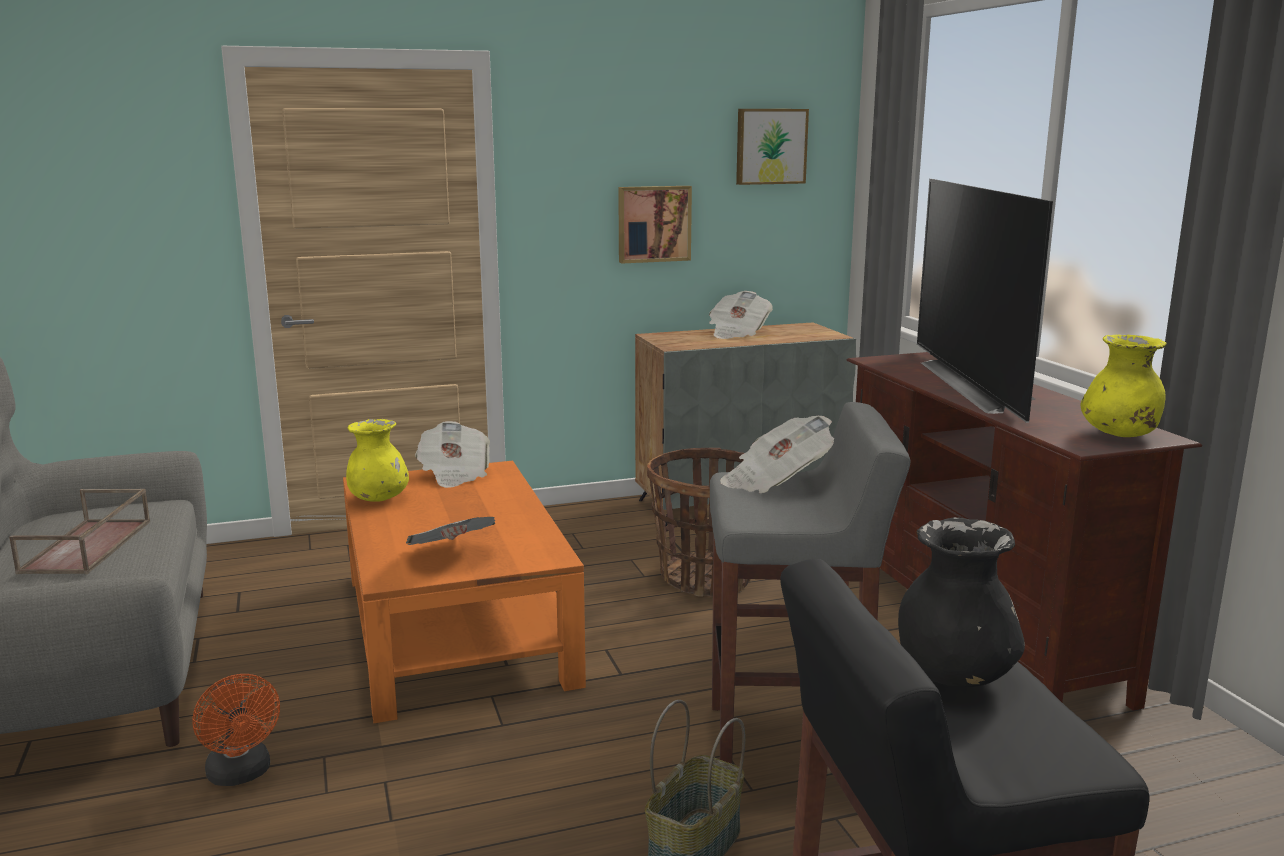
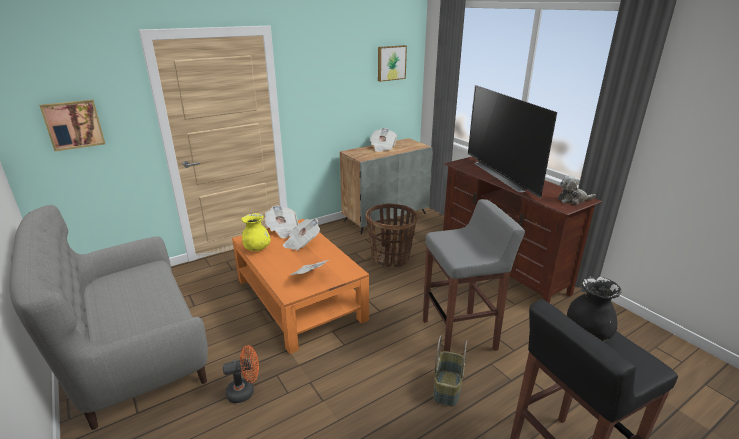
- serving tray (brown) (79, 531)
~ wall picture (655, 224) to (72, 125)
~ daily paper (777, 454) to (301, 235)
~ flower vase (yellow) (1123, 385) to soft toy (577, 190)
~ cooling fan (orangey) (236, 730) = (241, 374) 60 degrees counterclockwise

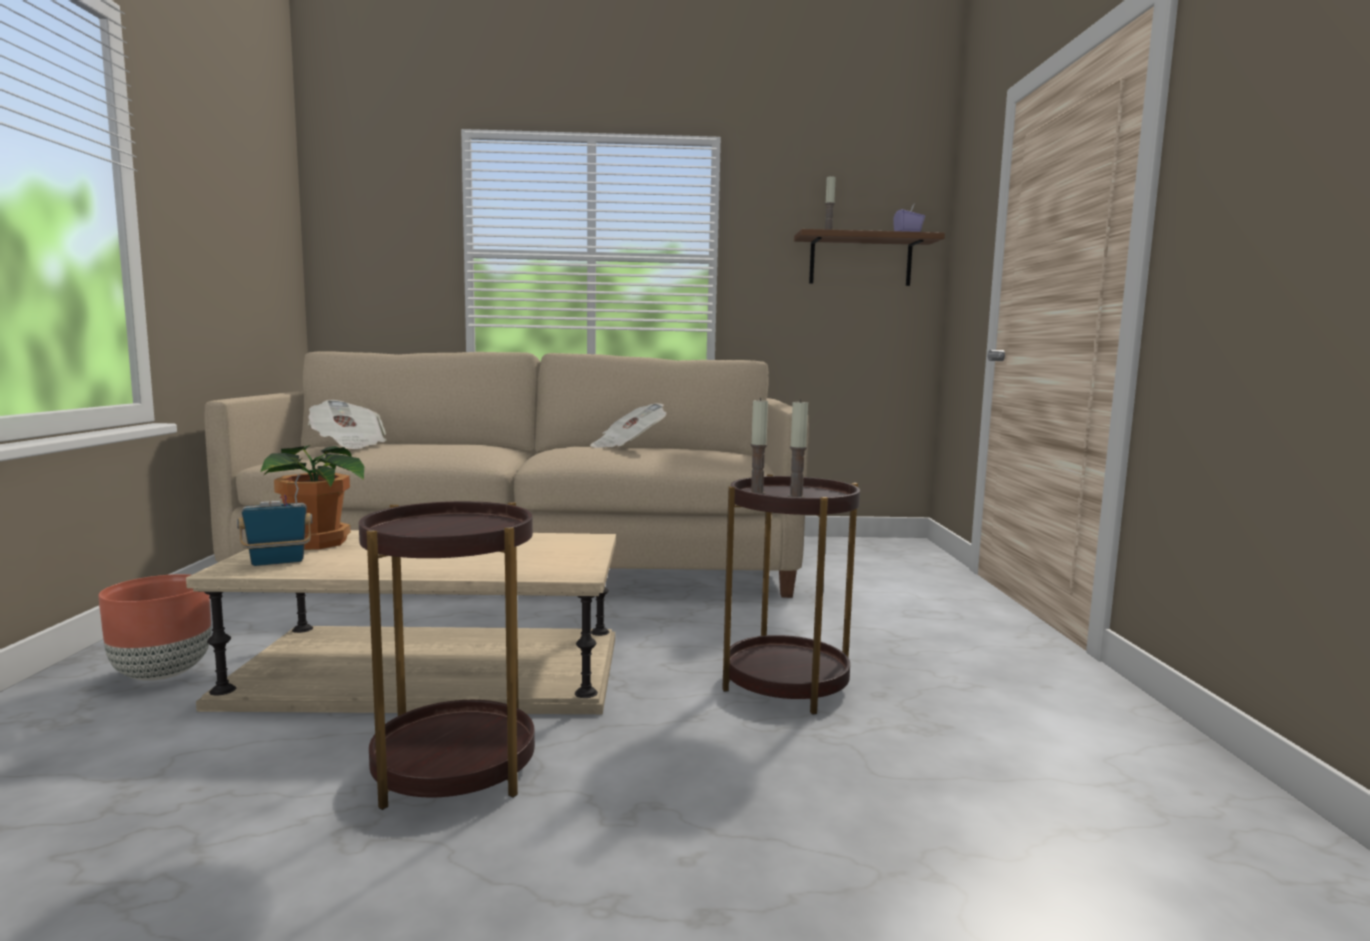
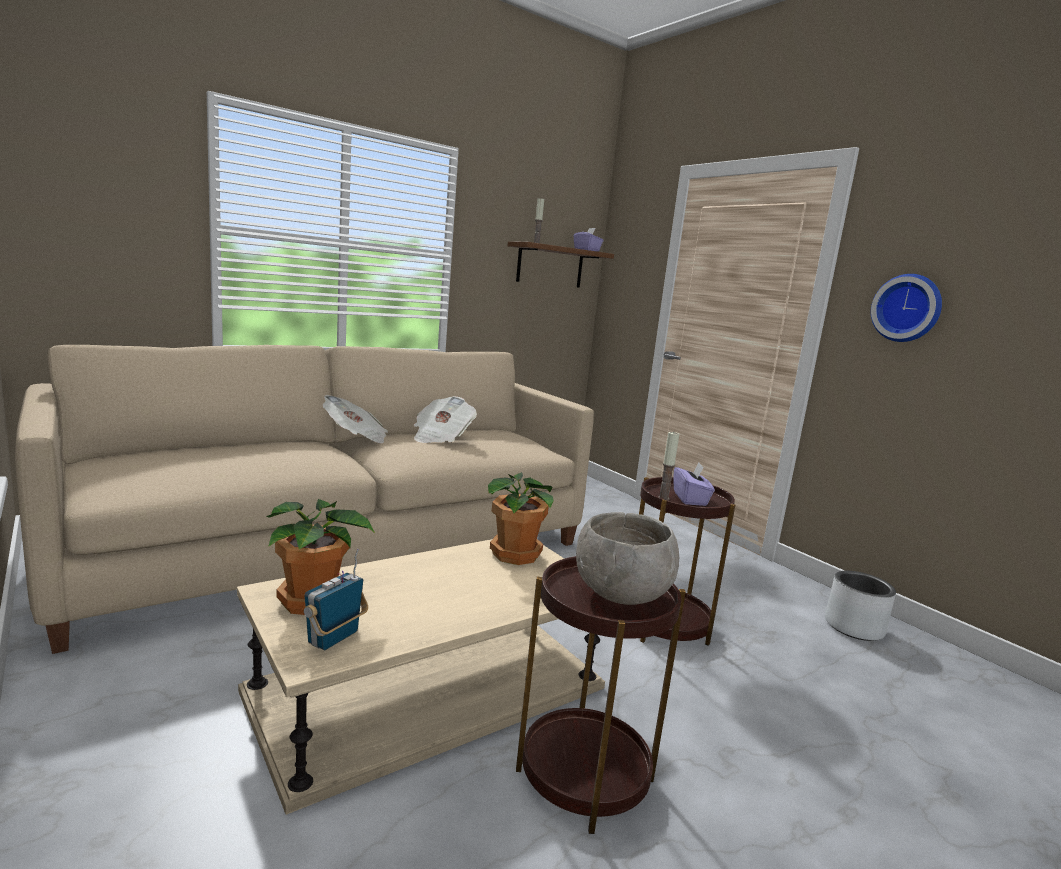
- flower pot (brown) (154, 627)
+ houseplant (521, 518)
+ bowl (greyish) (627, 558)
+ flower pot (greyish) (860, 606)
+ clock on the wall (906, 308)
~ daily paper (347, 424) to (355, 419)
~ candle (798, 448) to box of tissues (purple) (694, 484)

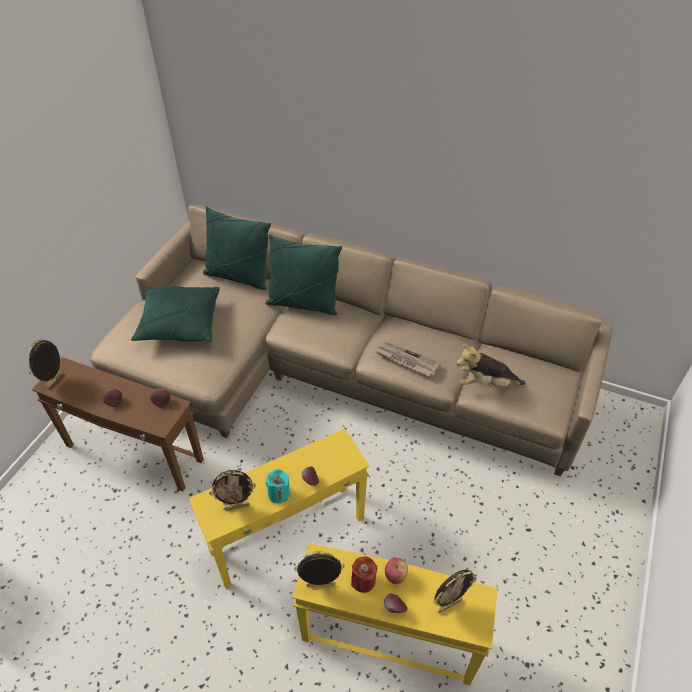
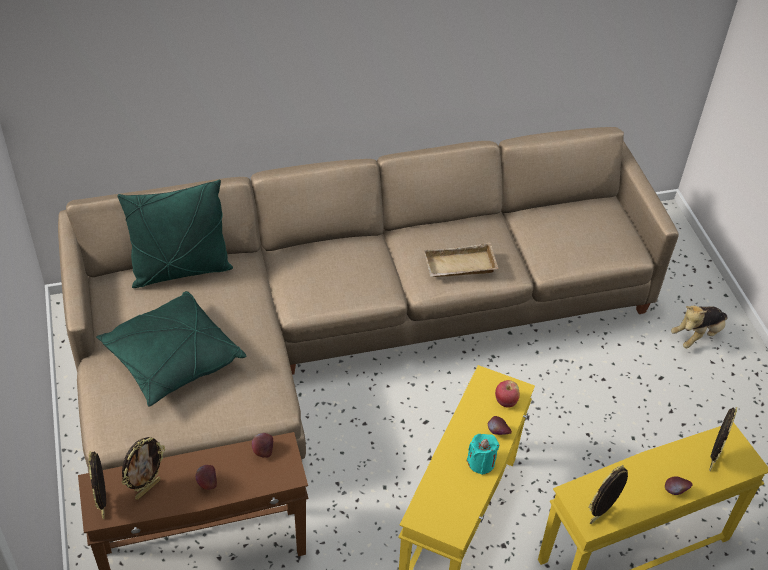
- throw pillow (green) (303, 274)
- candle (red) (364, 574)
~ photo frame (232, 490) to (143, 468)
~ whole apple (396, 571) to (507, 394)
~ soft toy (490, 366) to (699, 327)
~ daily paper (407, 358) to serving tray (beige-coloured) (461, 259)

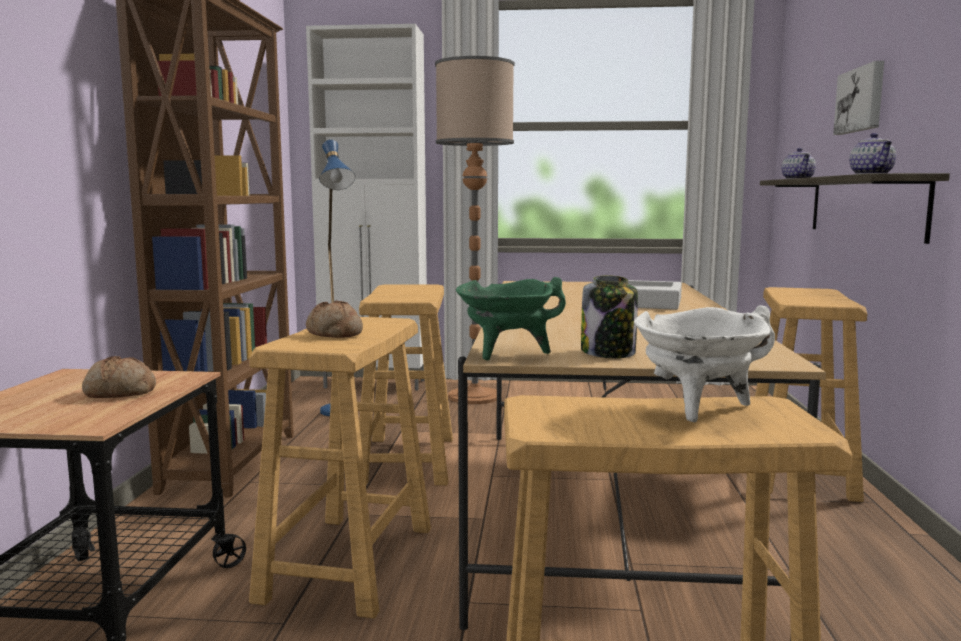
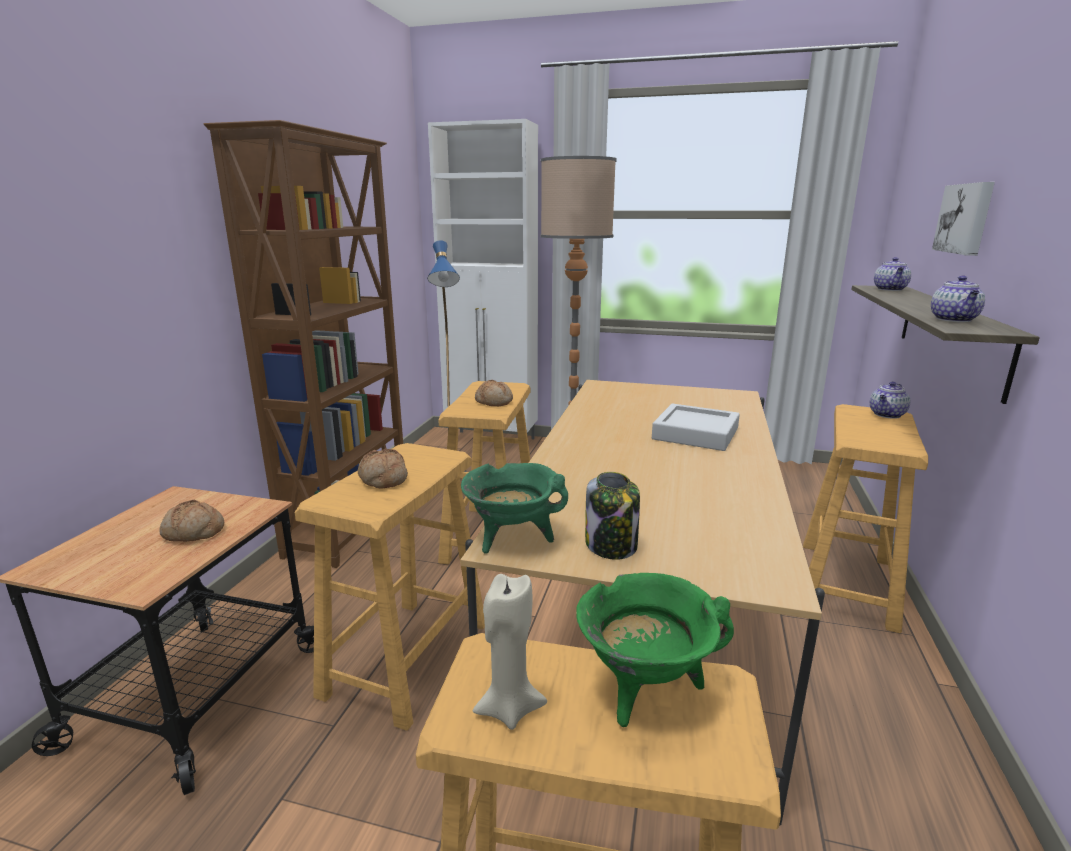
+ candle (beige-coloured) (510, 652)
+ bread (494, 393)
+ teapot (890, 400)
~ cooking pot (white) (704, 363) to cooking pot (green) (655, 650)

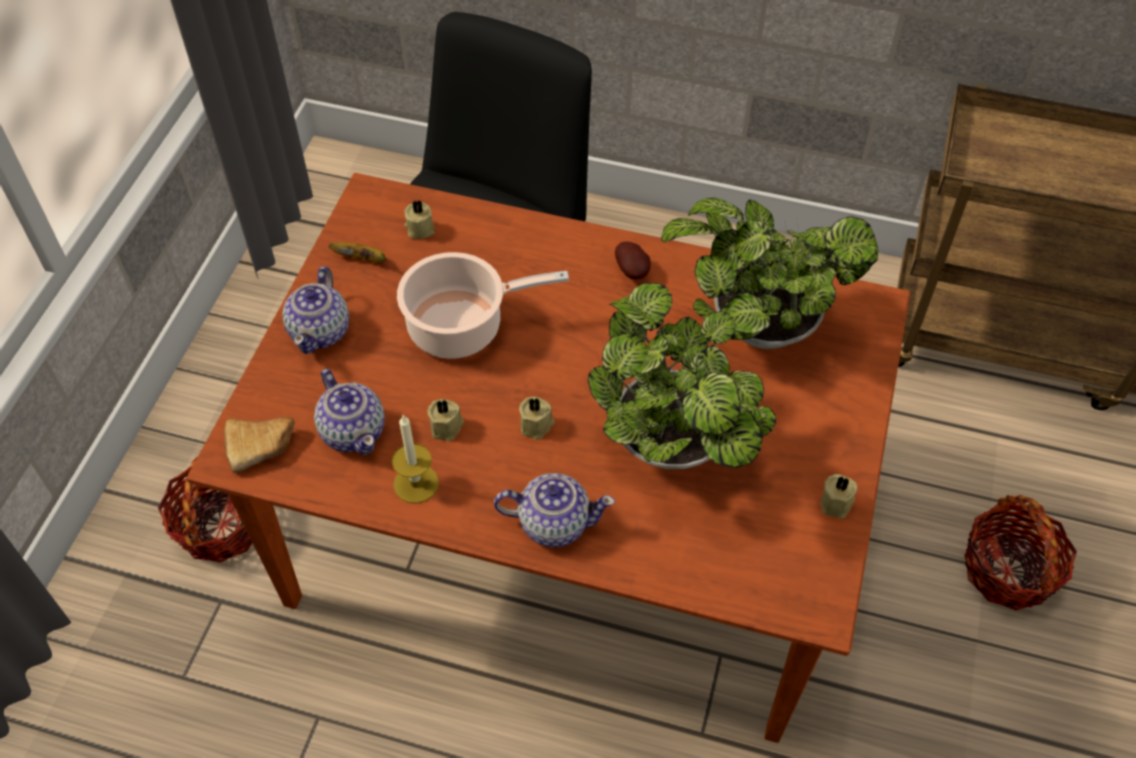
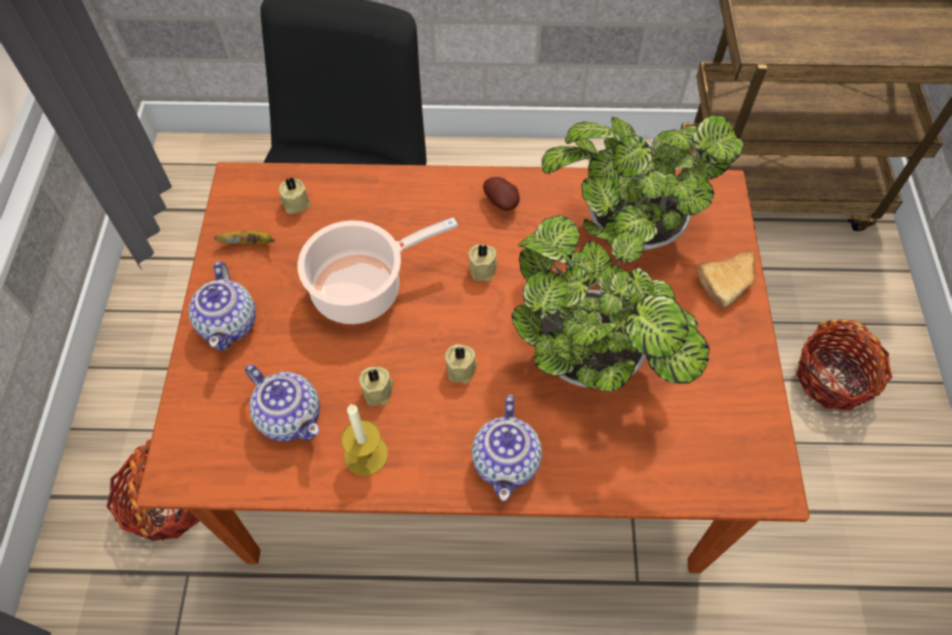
~ bread (259, 445) to (726, 279)
~ candle (beige-coloured) (839, 496) to (483, 262)
~ teapot (554, 510) = (507, 448) 105 degrees clockwise

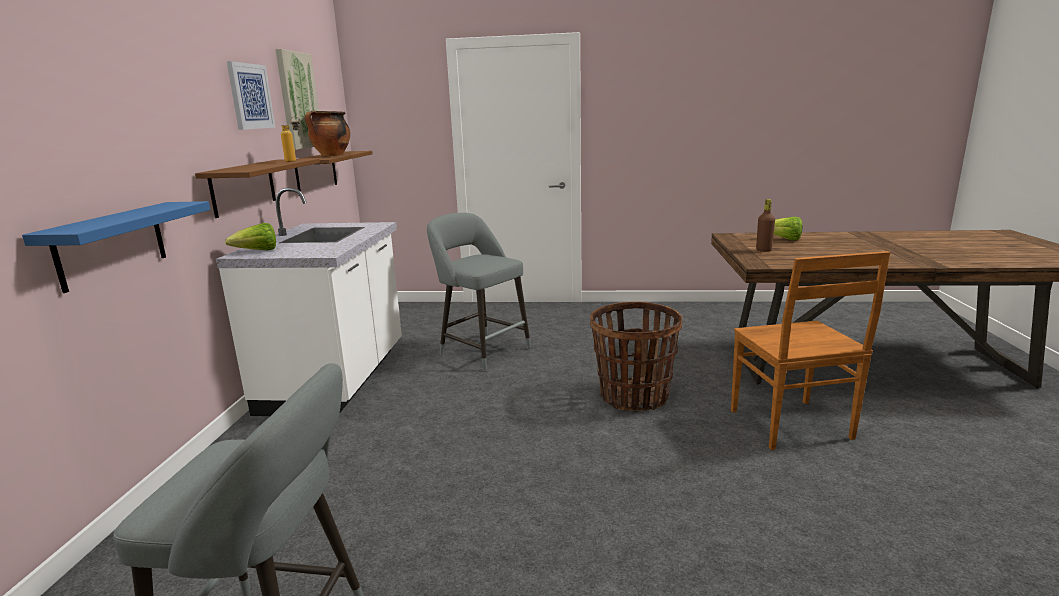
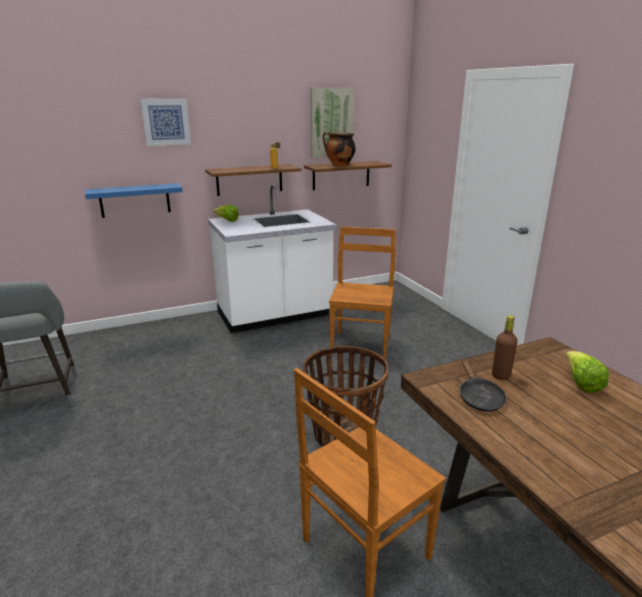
+ pan (black) (483, 385)
~ wall picture (251, 95) to (165, 122)
~ stool seat (greyish) (479, 292) to plain chair (brown) (362, 293)

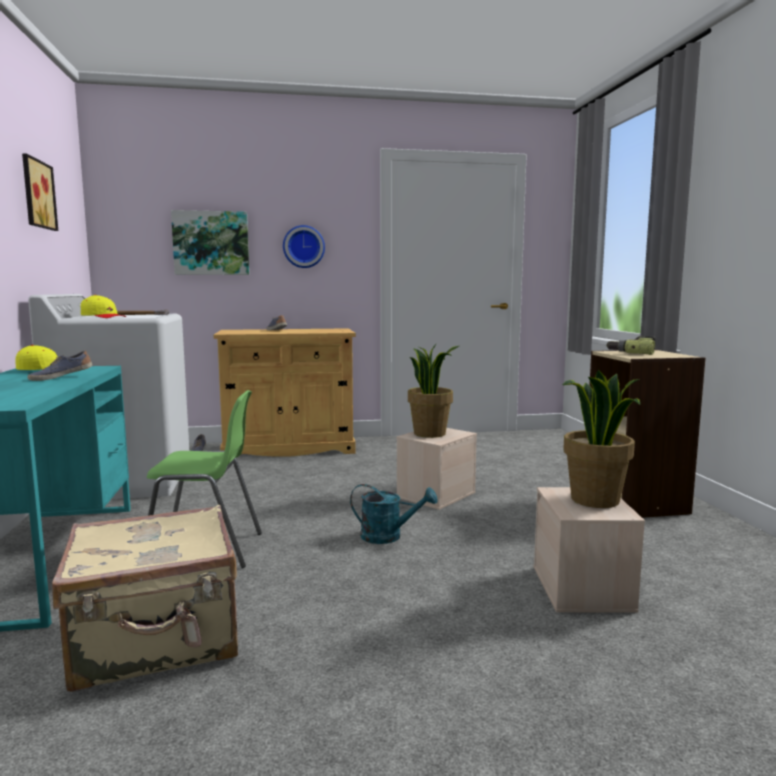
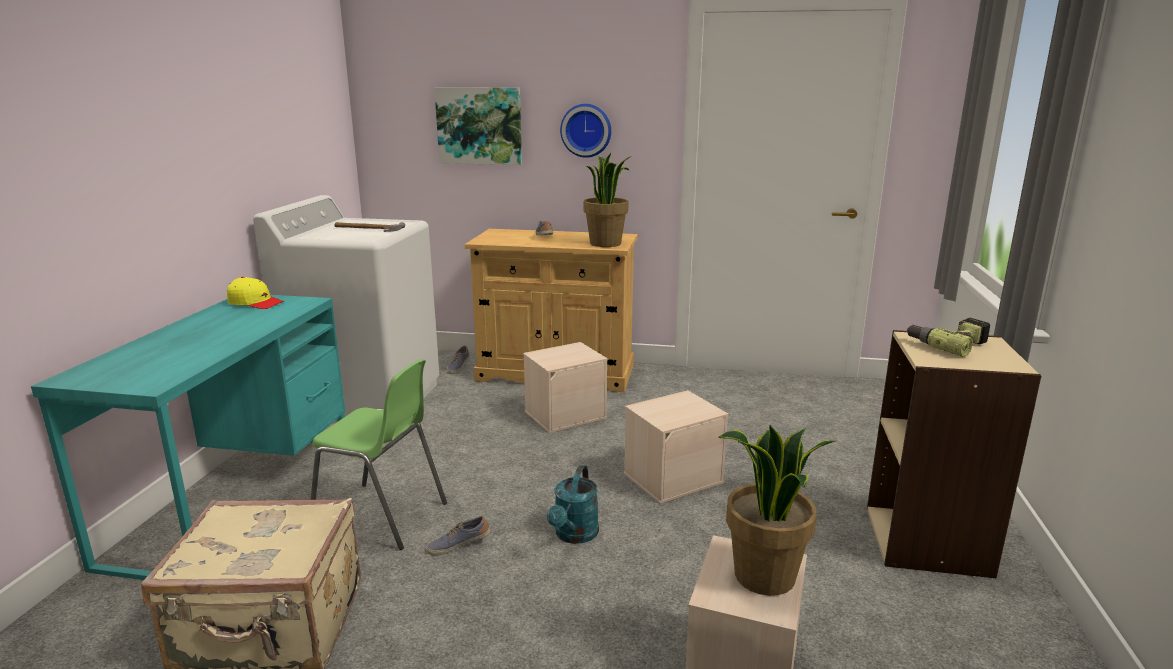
- wall picture (40, 192)
- baseball cap (yellow) (103, 306)
+ storage box (beige-coloured) (565, 387)
~ item of footwear (59, 366) to (458, 536)
~ houseplant (433, 390) to (608, 200)
~ sprinkling can (turquoise-coloured) (393, 514) = (573, 504) 75 degrees clockwise

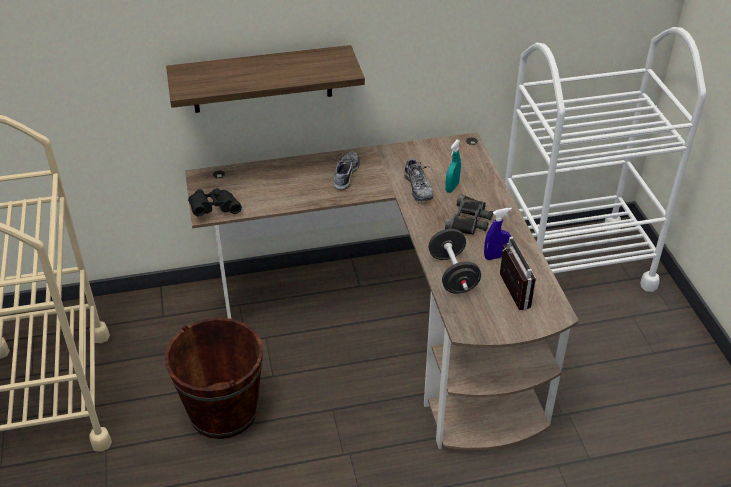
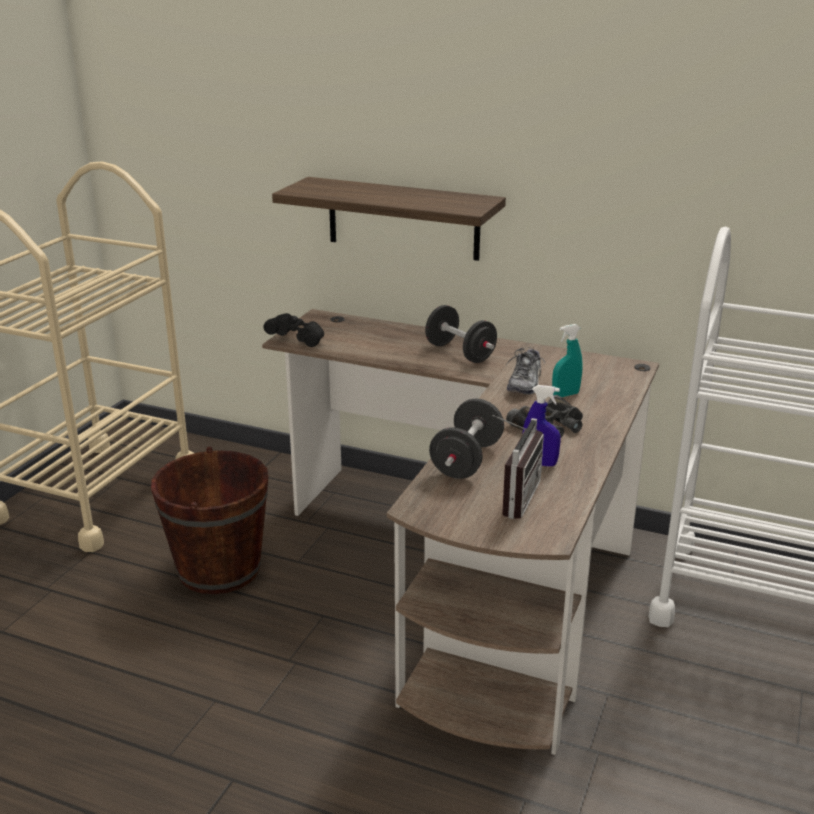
~ item of footwear (346, 170) to hand weight (black) (461, 334)

